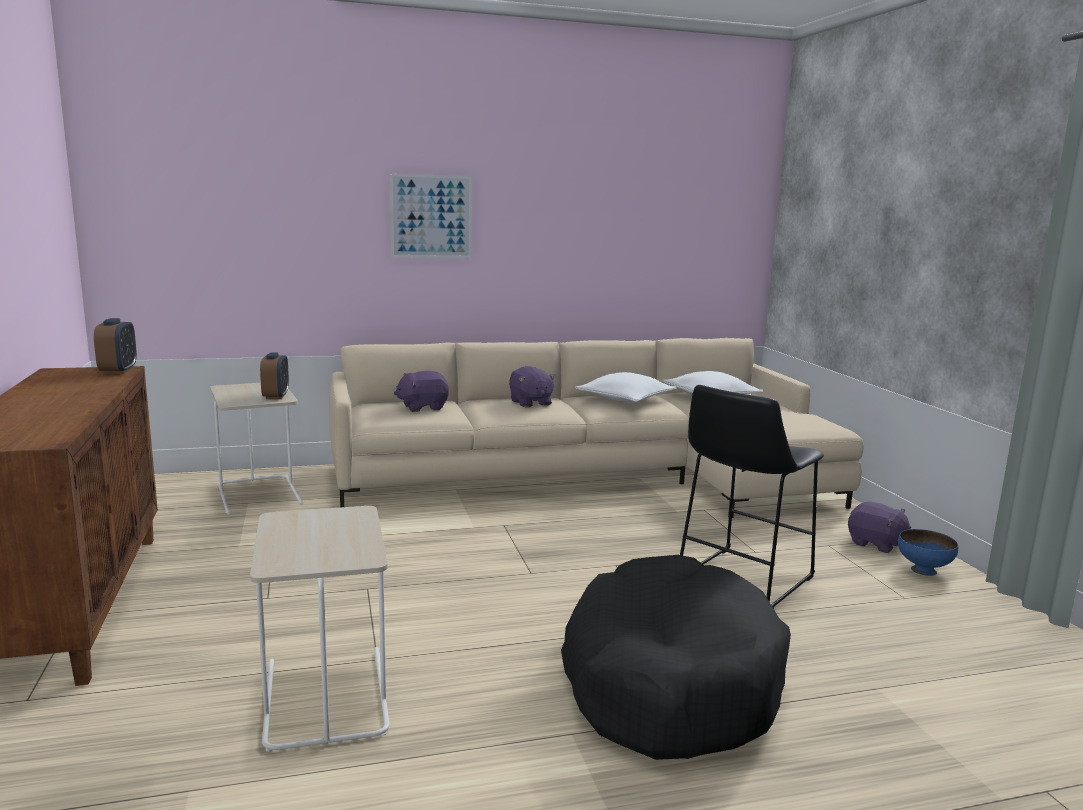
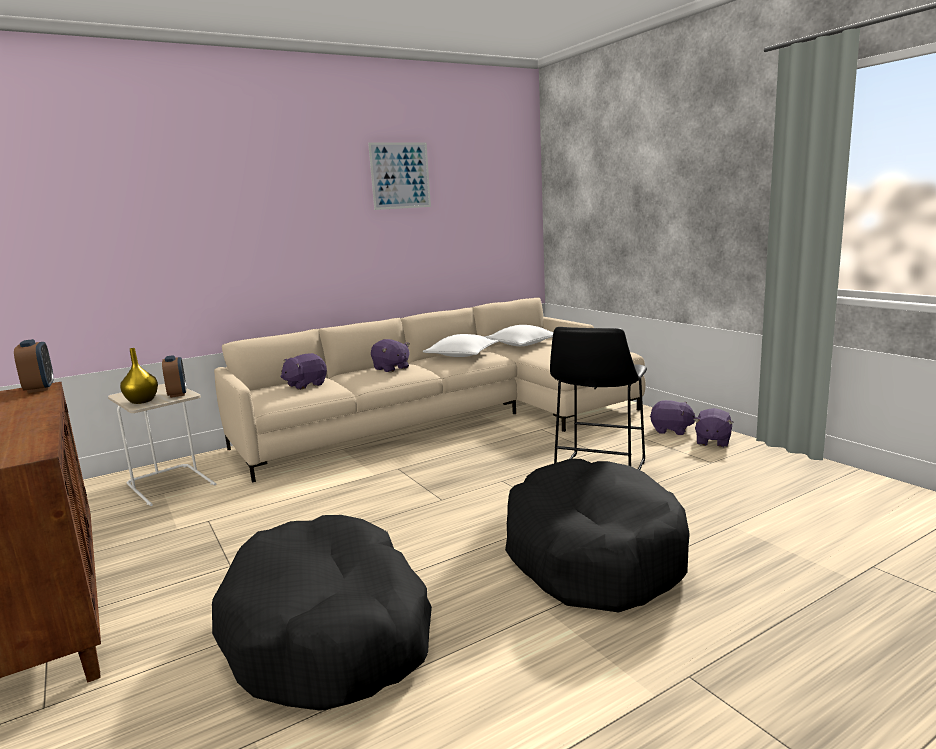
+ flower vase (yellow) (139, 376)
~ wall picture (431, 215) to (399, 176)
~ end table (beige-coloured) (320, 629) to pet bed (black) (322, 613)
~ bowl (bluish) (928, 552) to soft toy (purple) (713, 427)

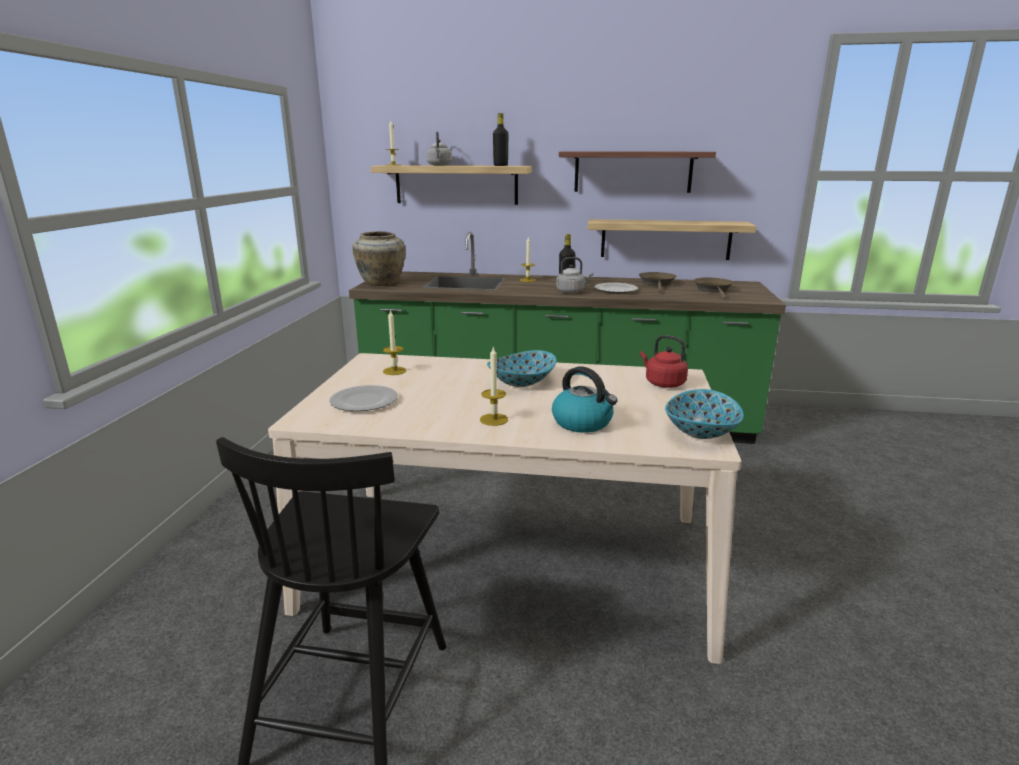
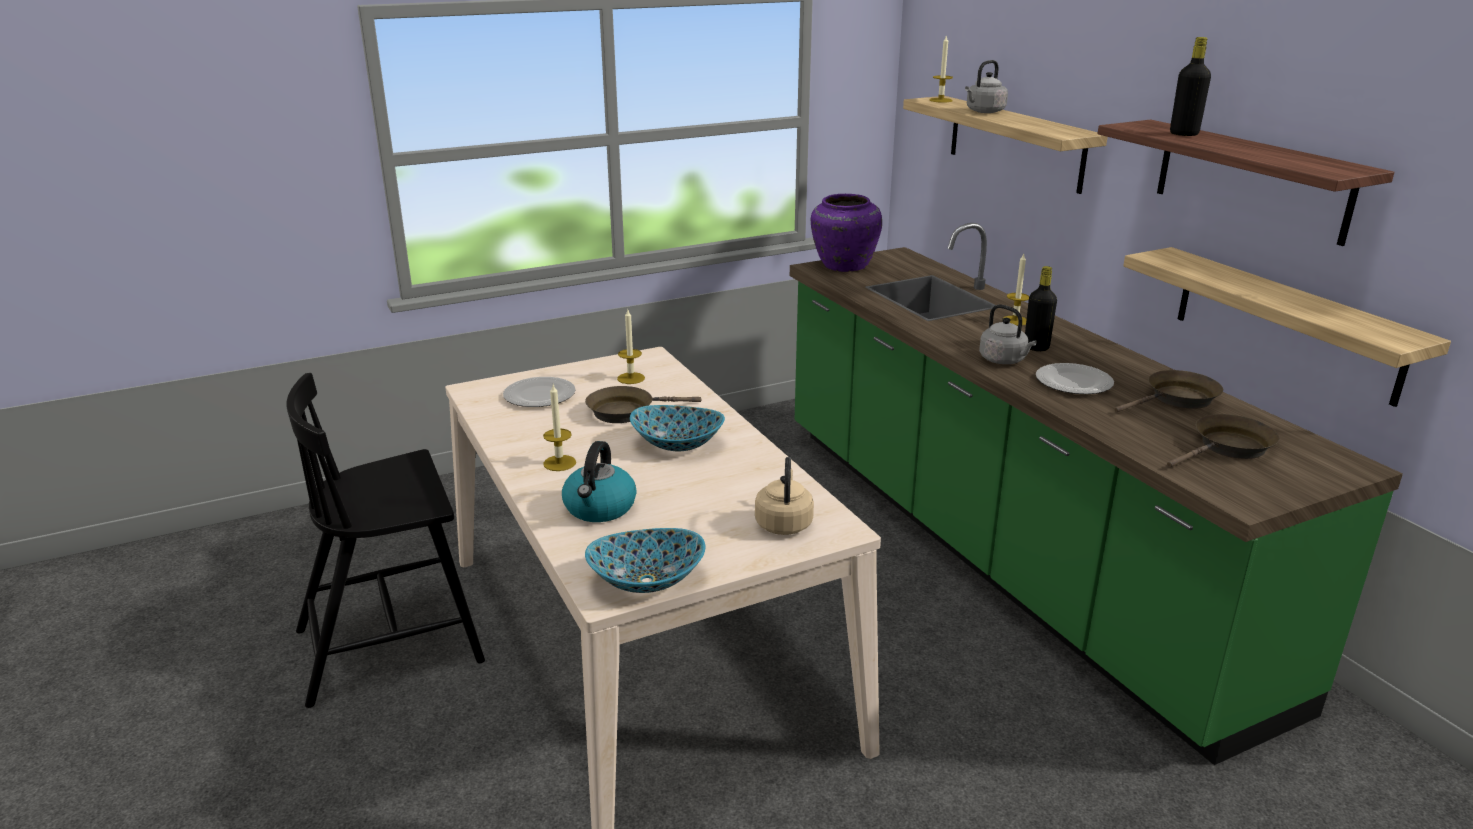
+ pan (brown) (643, 404)
~ drink bottle (black) (500, 139) to (1190, 86)
~ flower vase (beige-coloured) (379, 258) to flower vase (purple) (846, 233)
~ kettle (red) (664, 361) to kettle (beige-coloured) (784, 496)

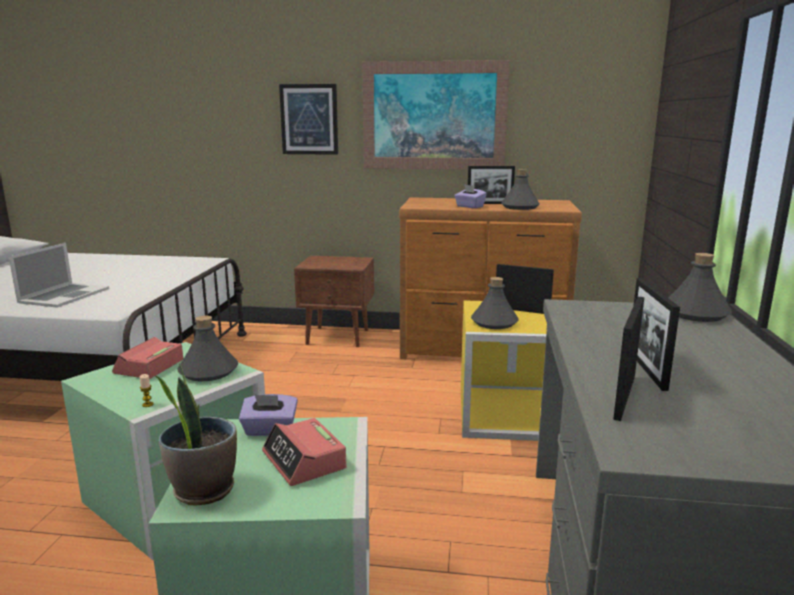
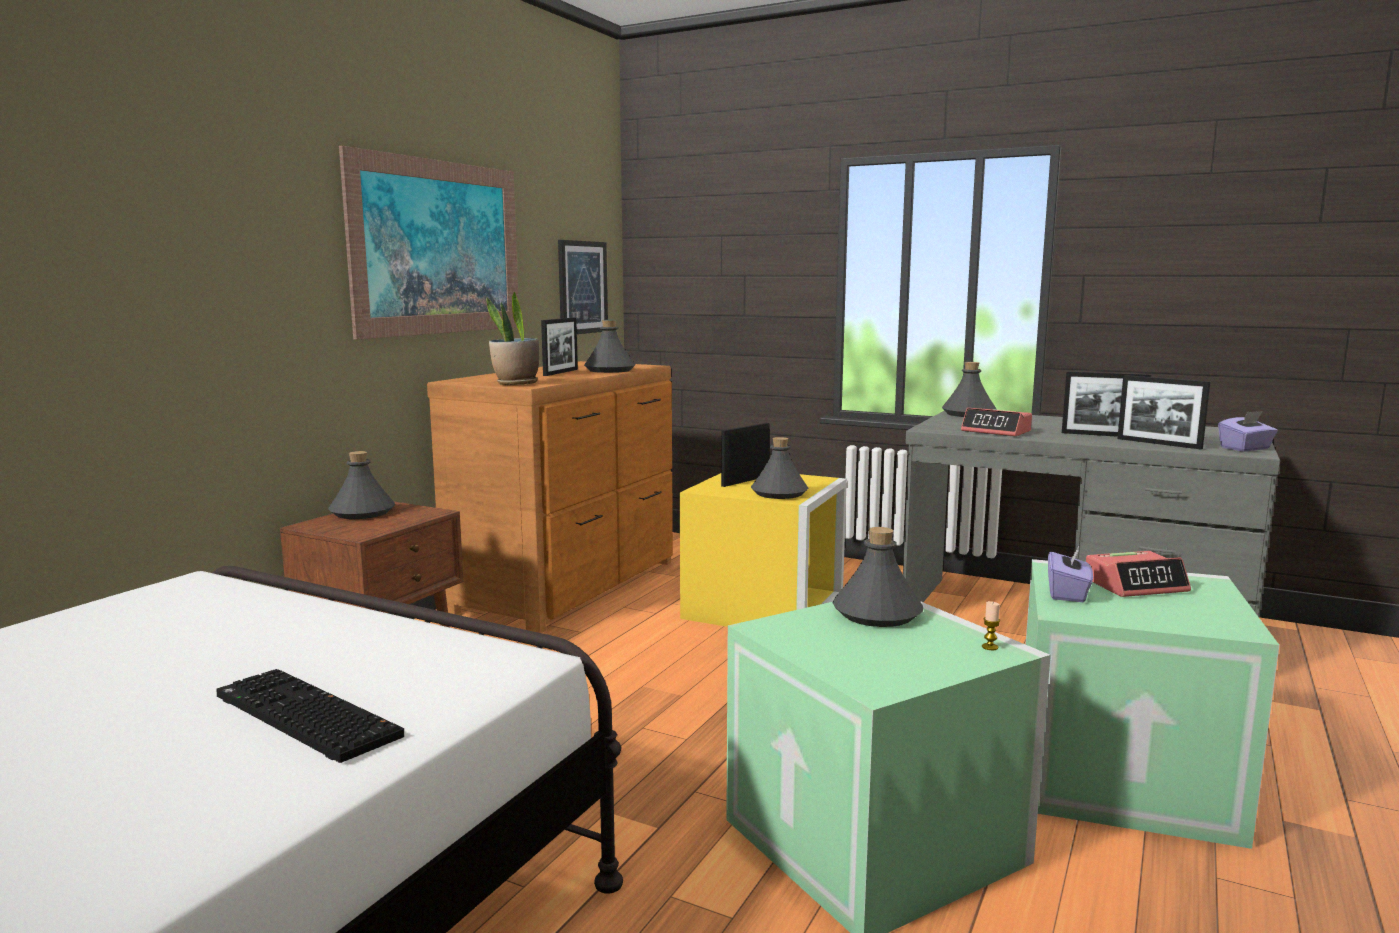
+ drink bottle (greyish) (361, 485)
~ alarm clock (147, 358) to (996, 422)
~ houseplant (196, 434) to (512, 338)
~ wall picture (308, 119) to (583, 287)
~ box of tissues (purple) (471, 196) to (1248, 431)
~ laptop (59, 275) to keyboard (310, 716)

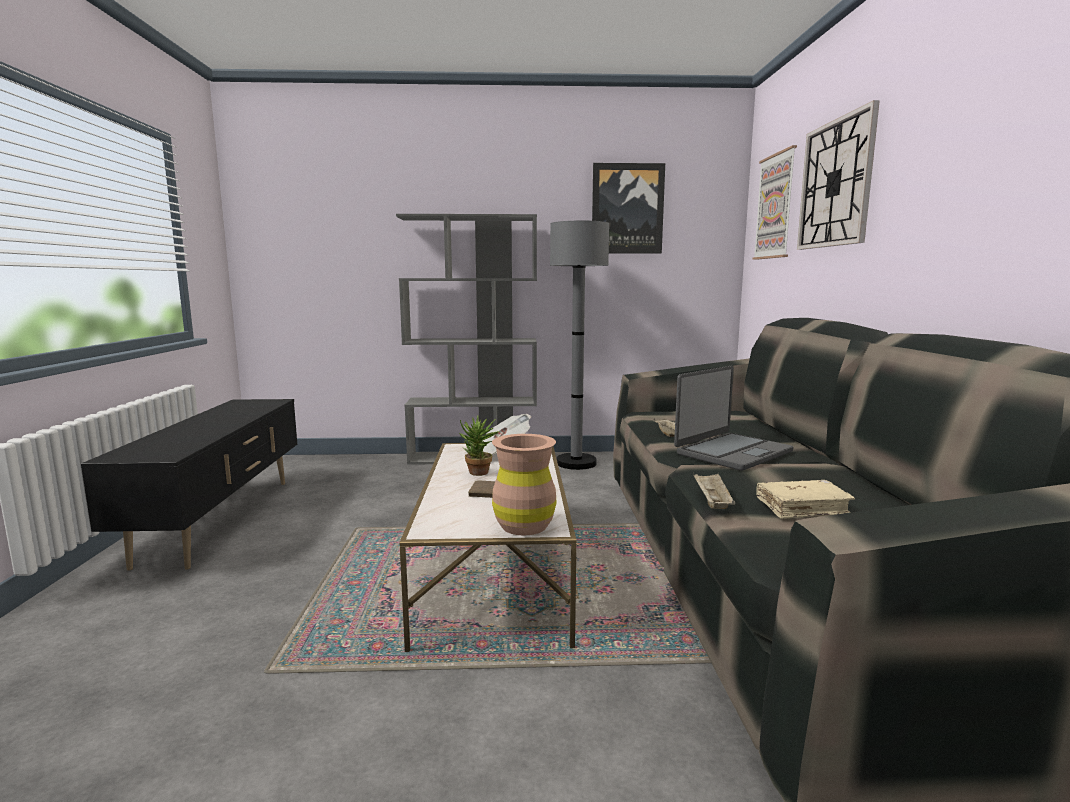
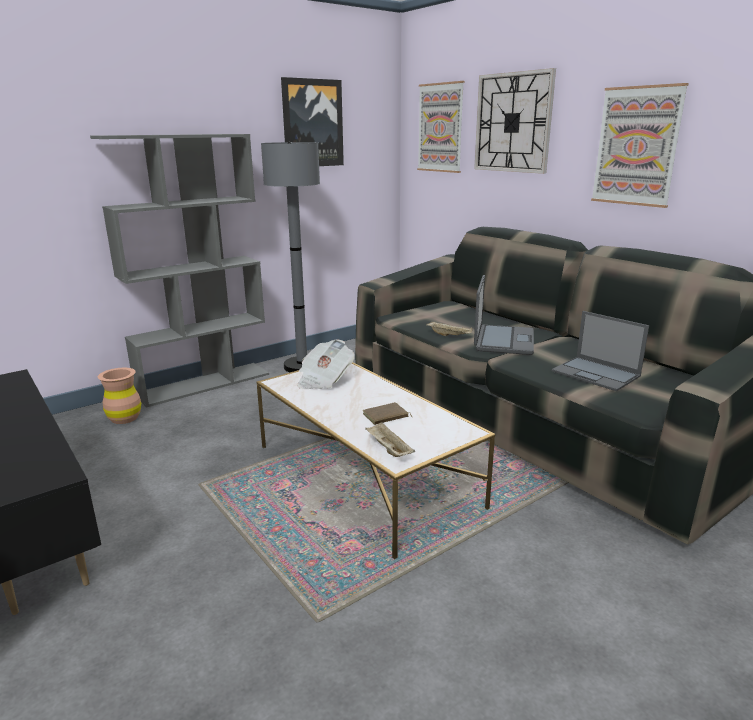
- houseplant (479, 446)
+ wall picture (640, 145)
~ flower vase (brown) (524, 484) to (119, 396)
~ serving tray (beige-coloured) (714, 491) to (390, 439)
~ bound book (beige-coloured) (805, 499) to laptop (600, 351)

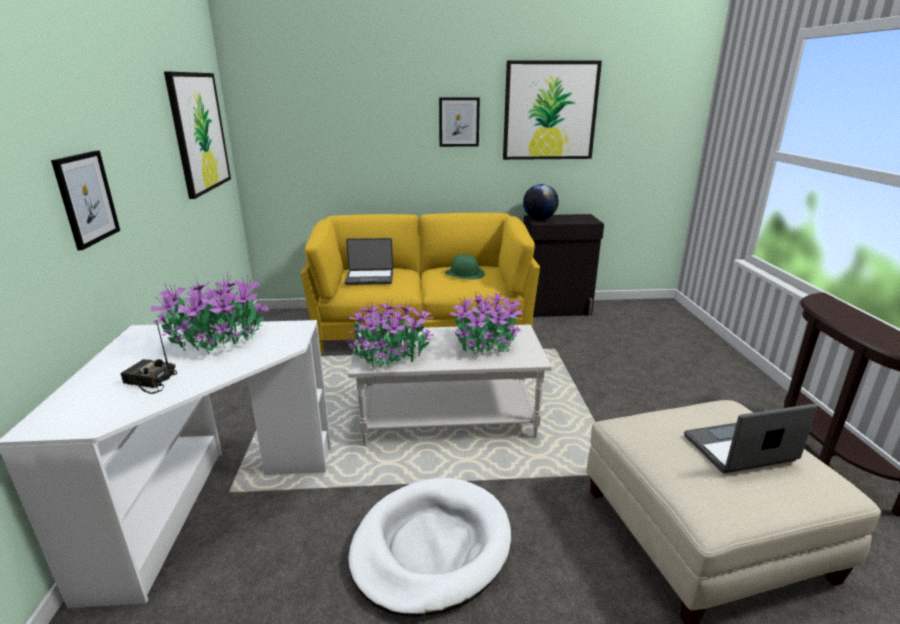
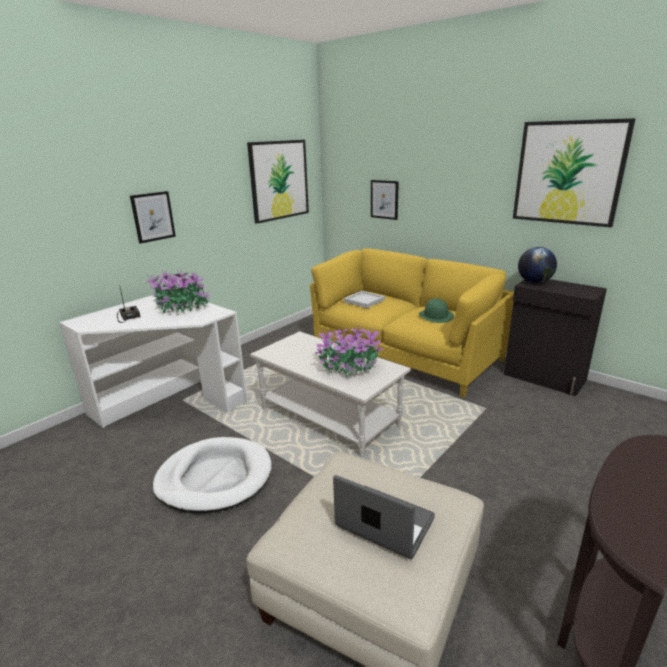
- houseplant (390, 333)
~ wall picture (459, 122) to (385, 200)
~ laptop (369, 261) to serving tray (white) (364, 299)

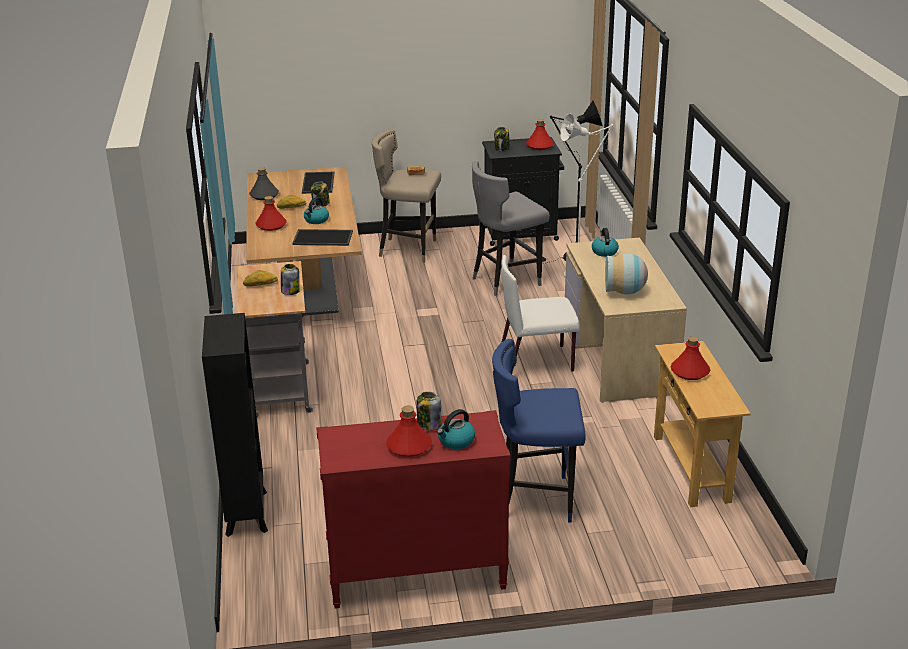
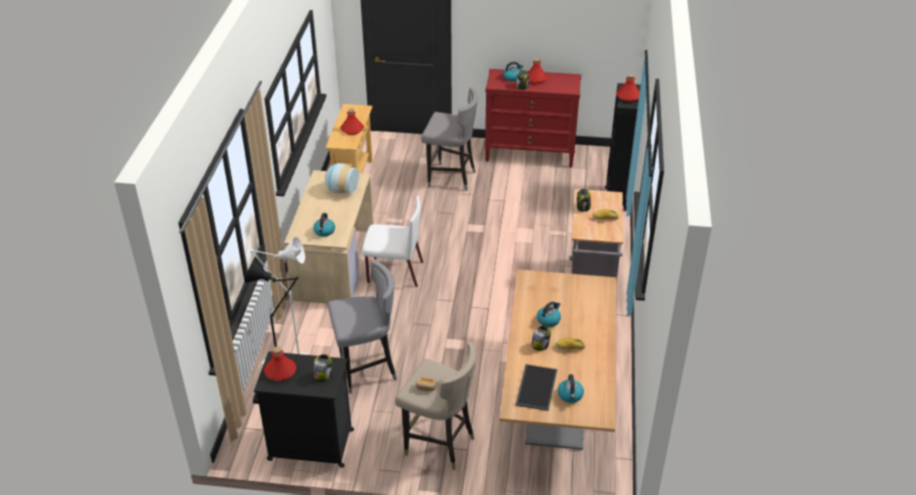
- drink bottle (greyish) (264, 183)
- serving tray (322, 237)
+ kettle (571, 388)
~ drink bottle (red) (271, 213) to (628, 88)
~ stool seat (bluish) (539, 431) to stool seat (greyish) (449, 139)

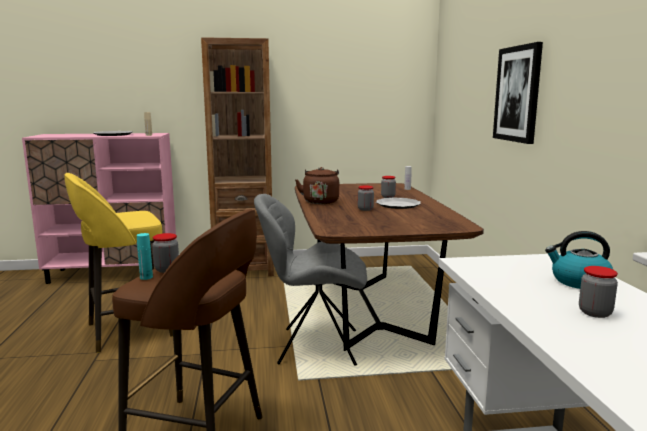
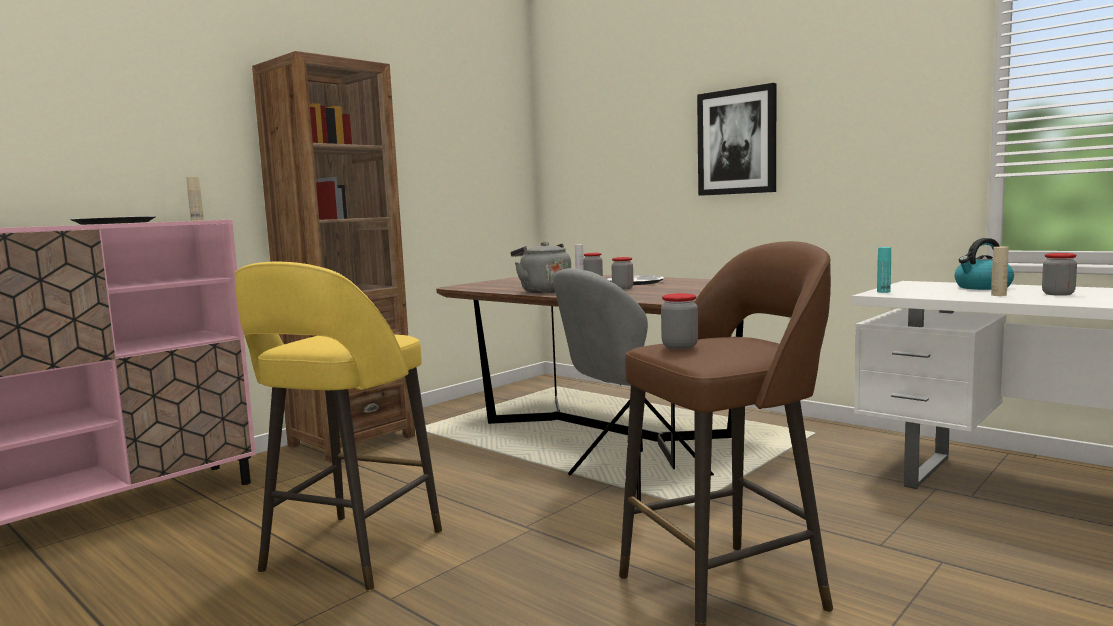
+ drink bottle (beige-coloured) (999, 271)
~ drink bottle (turquoise-coloured) (145, 256) to (884, 270)
~ kettle (brown) (317, 185) to kettle (greyish) (541, 267)

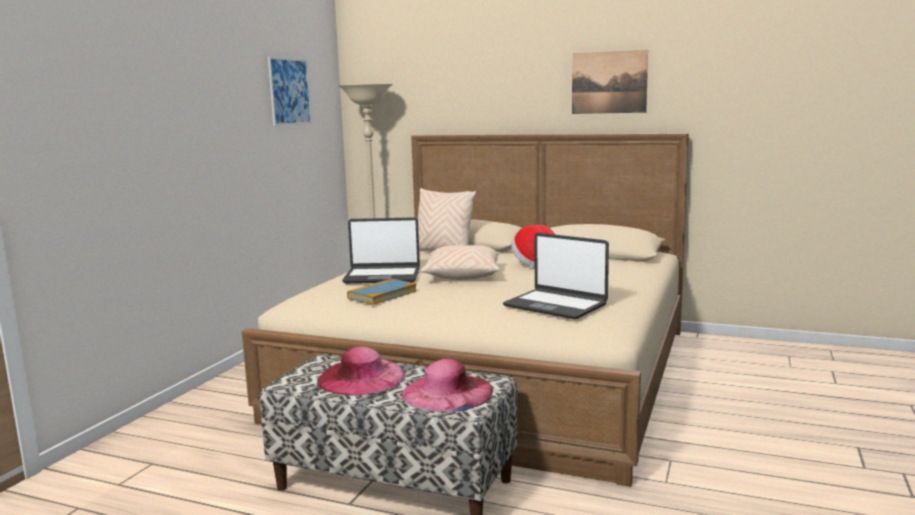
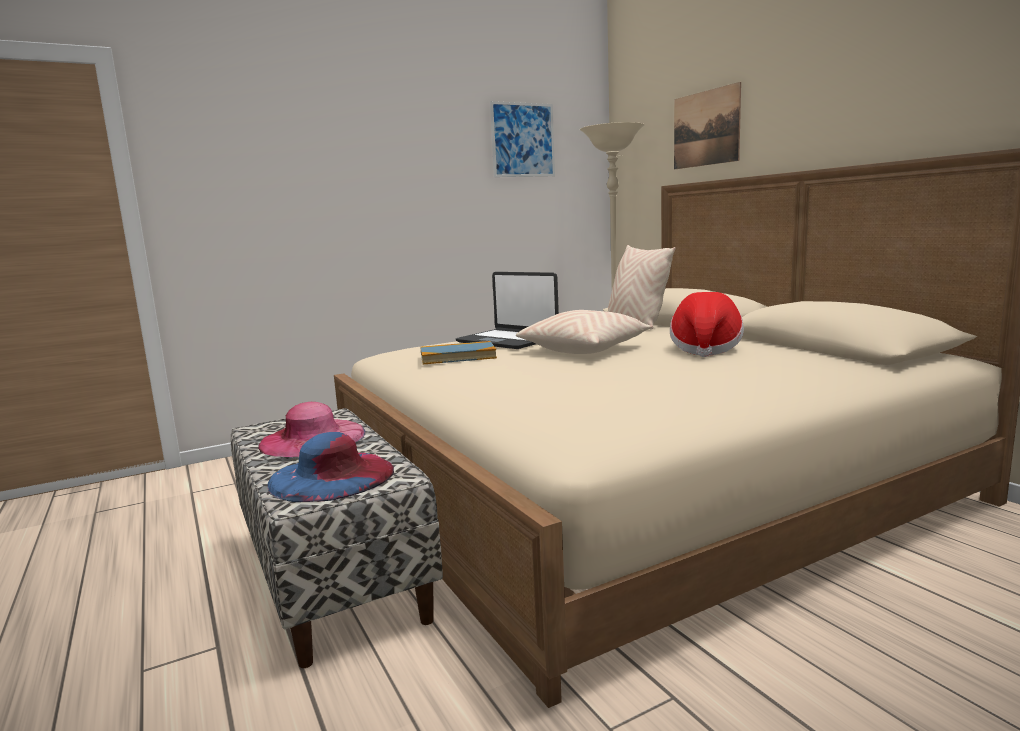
- laptop (556, 276)
~ wall picture (610, 82) to (707, 125)
~ hat (pink-coloured) (447, 385) to hat (bluish) (330, 467)

